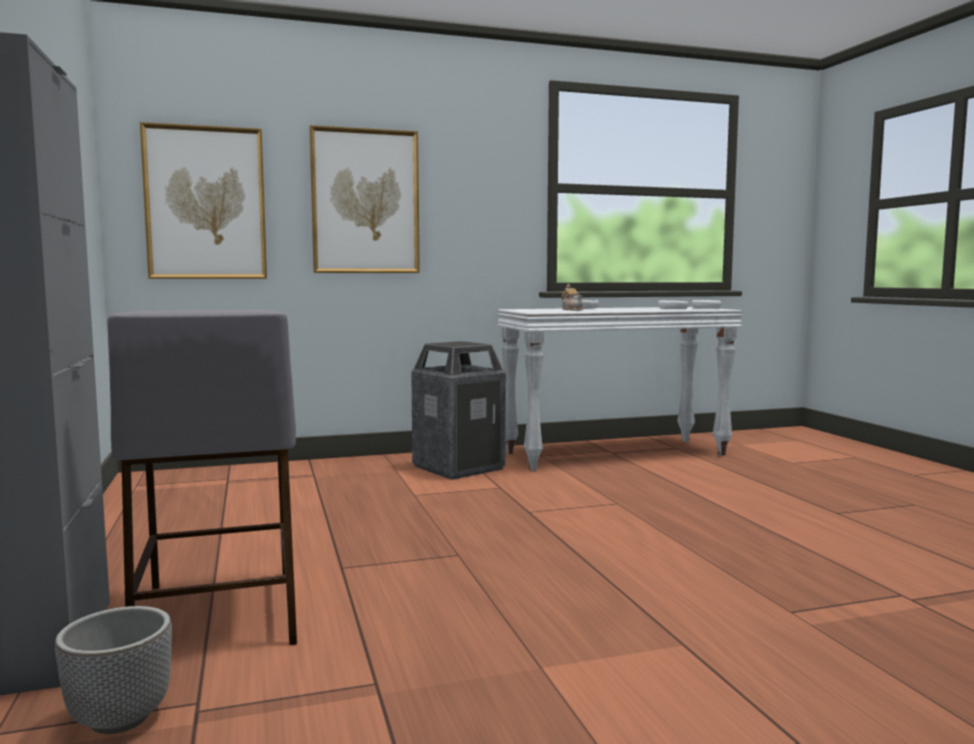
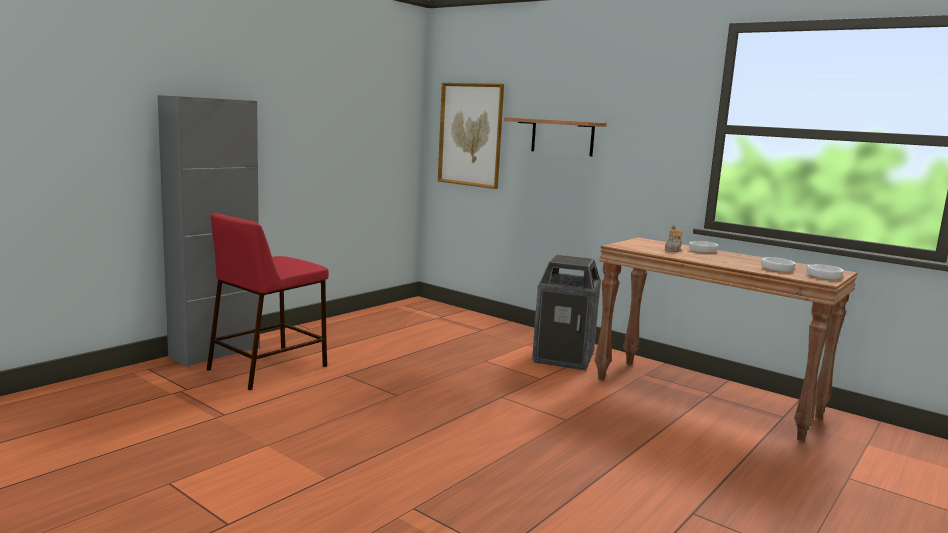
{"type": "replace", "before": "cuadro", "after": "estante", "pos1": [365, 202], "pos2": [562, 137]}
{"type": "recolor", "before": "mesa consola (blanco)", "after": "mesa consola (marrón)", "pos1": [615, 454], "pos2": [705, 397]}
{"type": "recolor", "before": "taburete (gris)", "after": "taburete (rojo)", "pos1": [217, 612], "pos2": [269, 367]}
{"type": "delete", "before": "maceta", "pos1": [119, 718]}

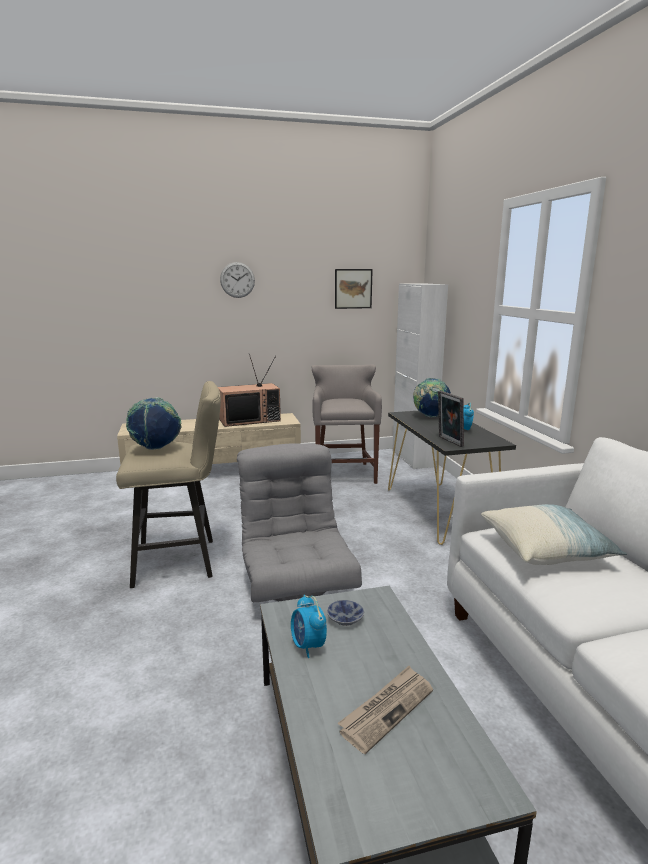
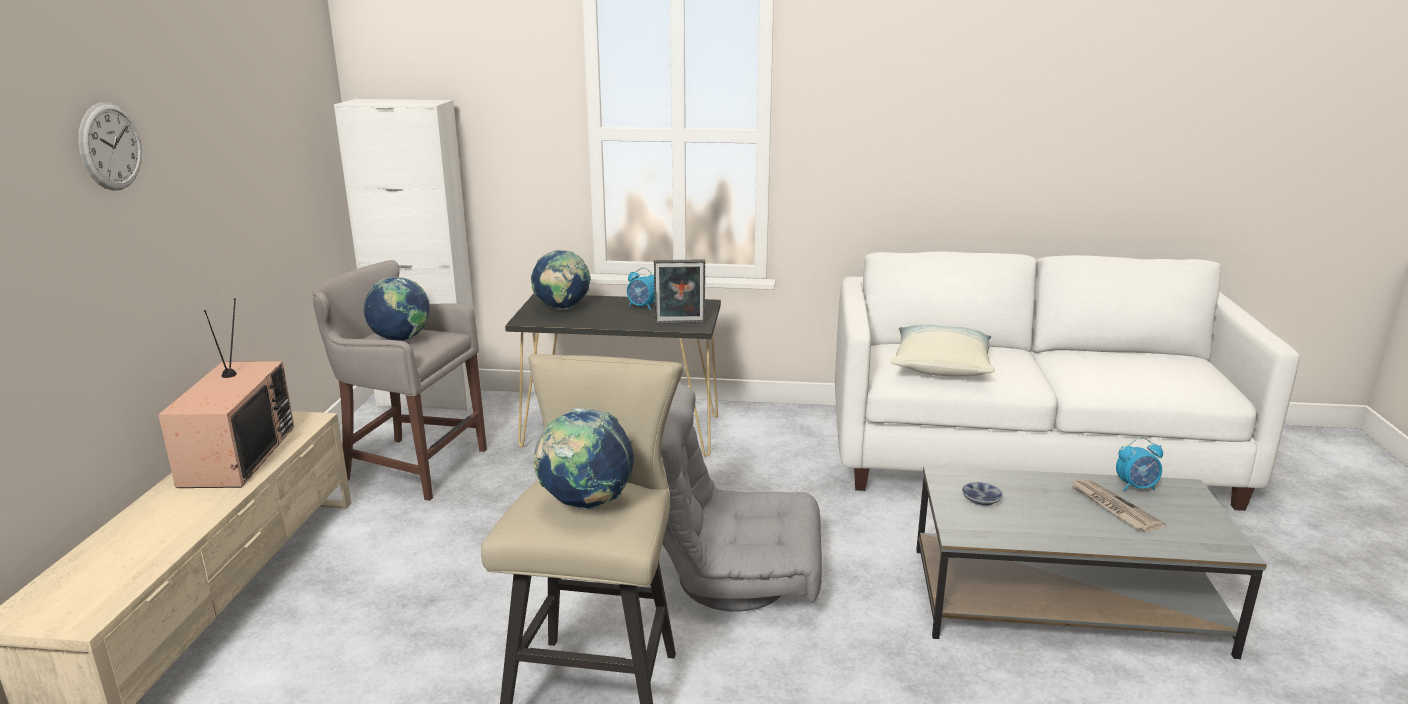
{"type": "delete", "before": "cuadro", "pos1": [353, 288]}
{"type": "move", "before": "despertador", "pos1": [308, 646], "pos2": [1136, 487]}
{"type": "insert", "after": "globo terráqueo", "pos2": [401, 340]}

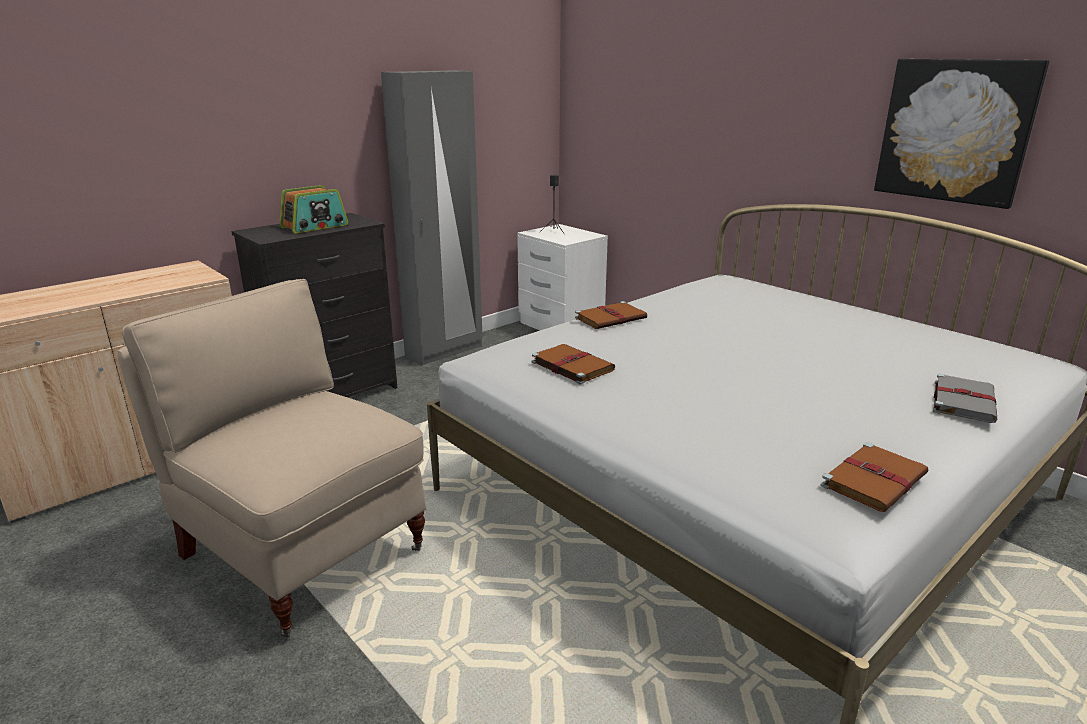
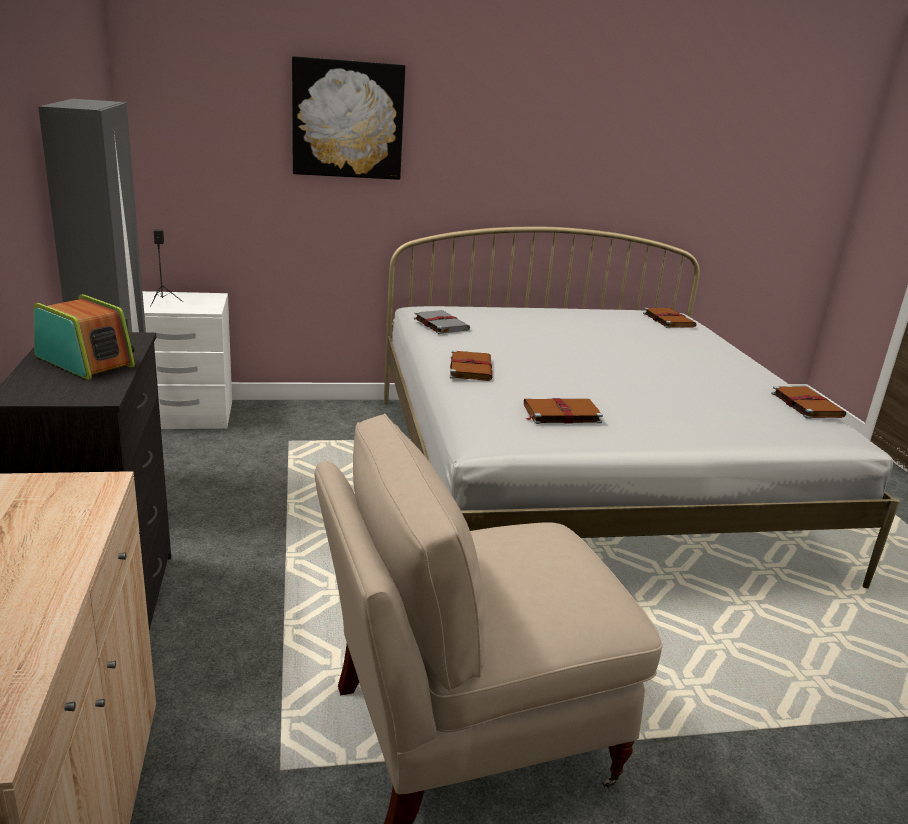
{"type": "move", "before": "cuadro", "pos1": [955, 131], "pos2": [347, 119]}
{"type": "rotate", "before": "radio", "pos1": [315, 226], "pos2": [85, 361], "turn": -45}
{"type": "move", "before": "libro (gris)", "pos1": [963, 401], "pos2": [440, 324]}
{"type": "insert", "after": "libro (marrón)", "pos2": [668, 320]}

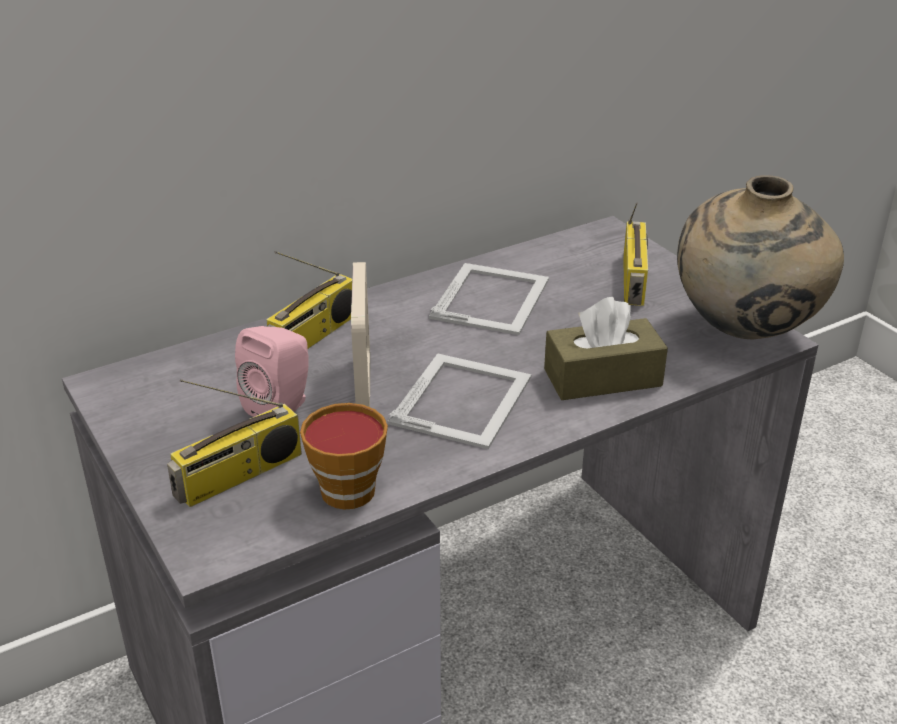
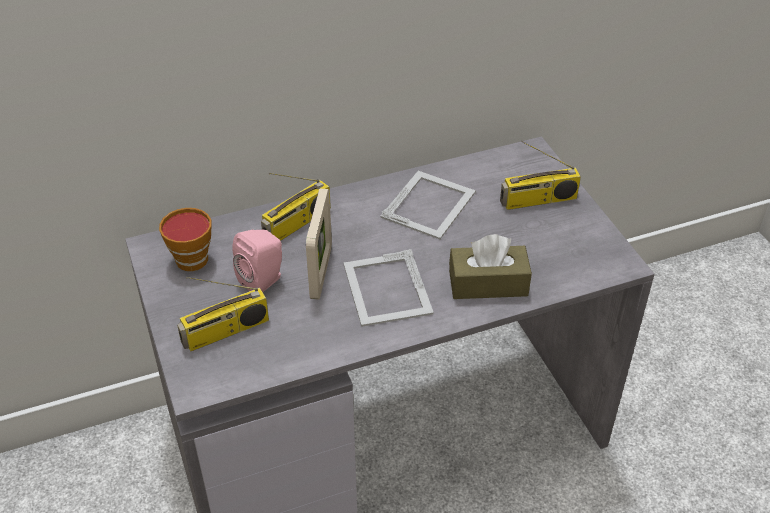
{"type": "delete", "before": "florero (beis)", "pos1": [745, 333]}
{"type": "rotate", "before": "radio", "pos1": [634, 281], "pos2": [538, 201], "turn": 60}
{"type": "rotate", "before": "portarretratos", "pos1": [463, 399], "pos2": [386, 289], "turn": 135}
{"type": "move", "before": "taza", "pos1": [343, 487], "pos2": [190, 257]}

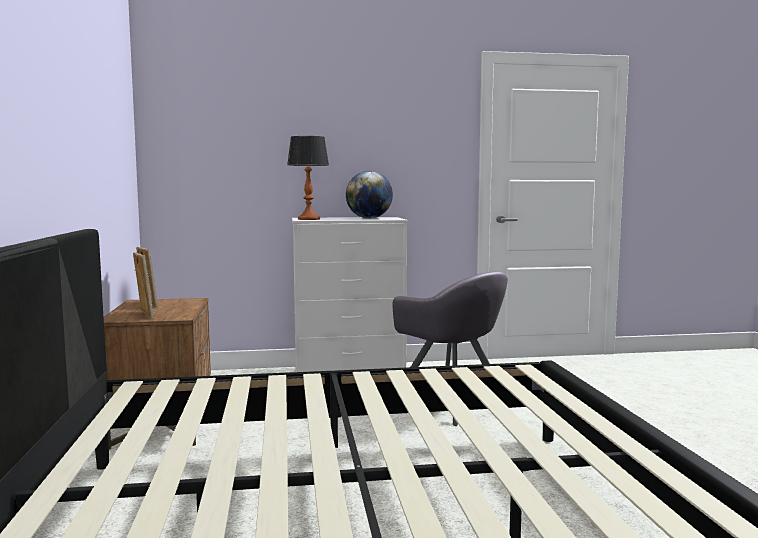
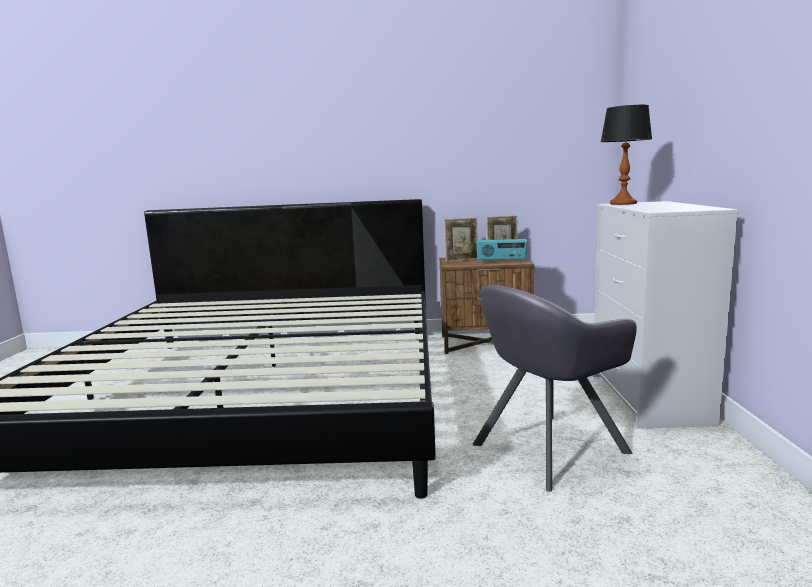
{"type": "delete", "before": "globo terráqueo", "pos1": [369, 218]}
{"type": "insert", "after": "radio", "pos2": [501, 262]}

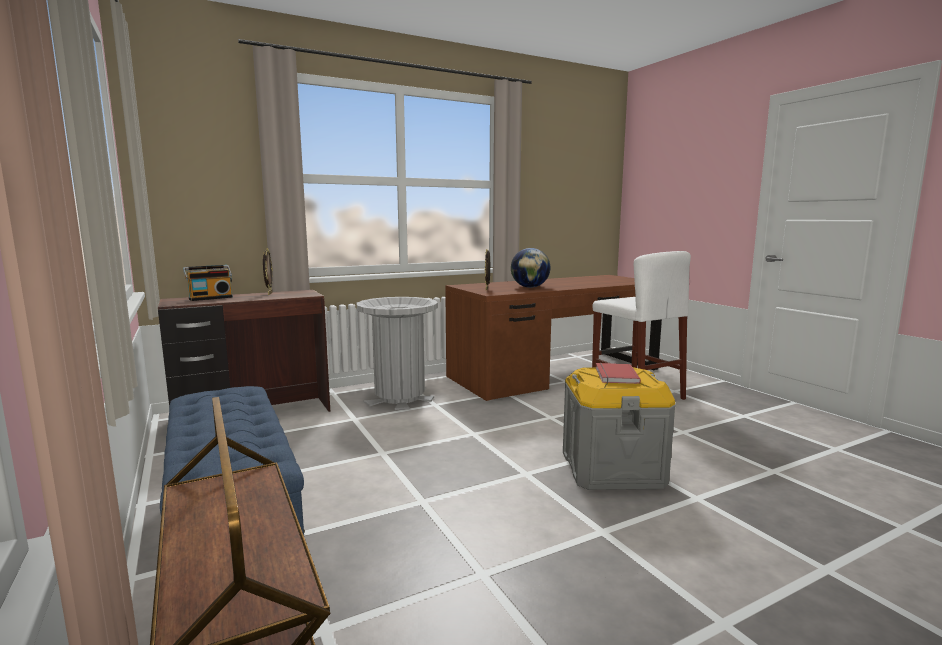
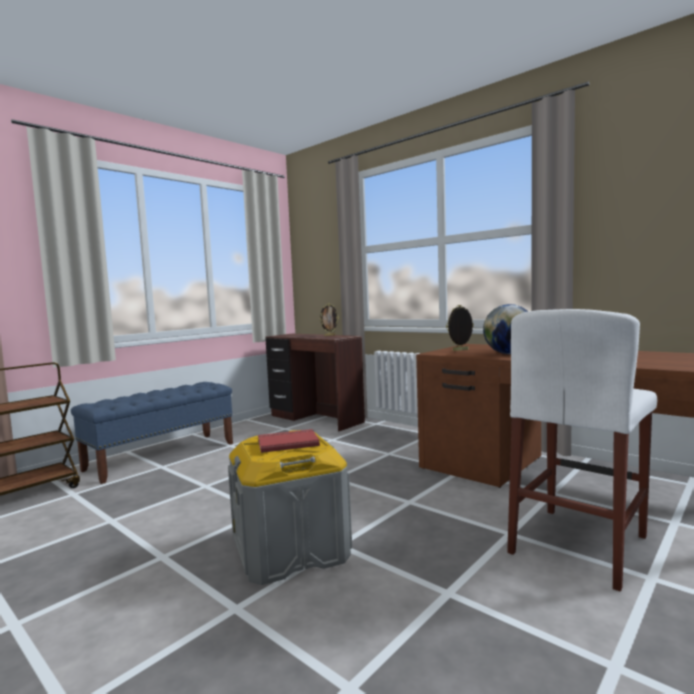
{"type": "delete", "before": "radio", "pos1": [210, 298]}
{"type": "delete", "before": "papelera (gris)", "pos1": [399, 397]}

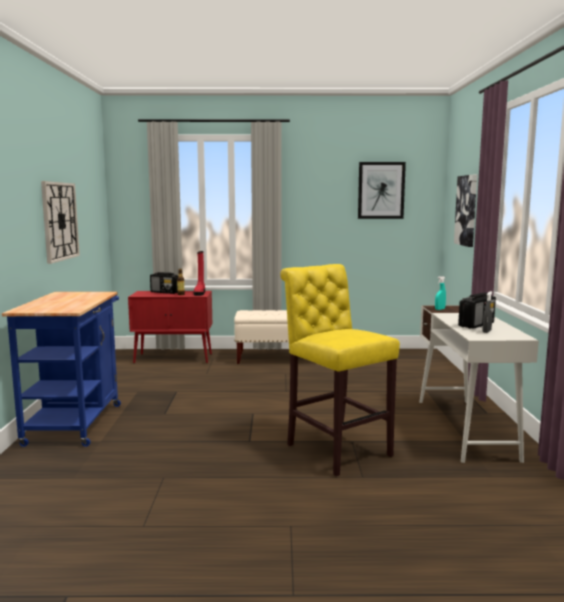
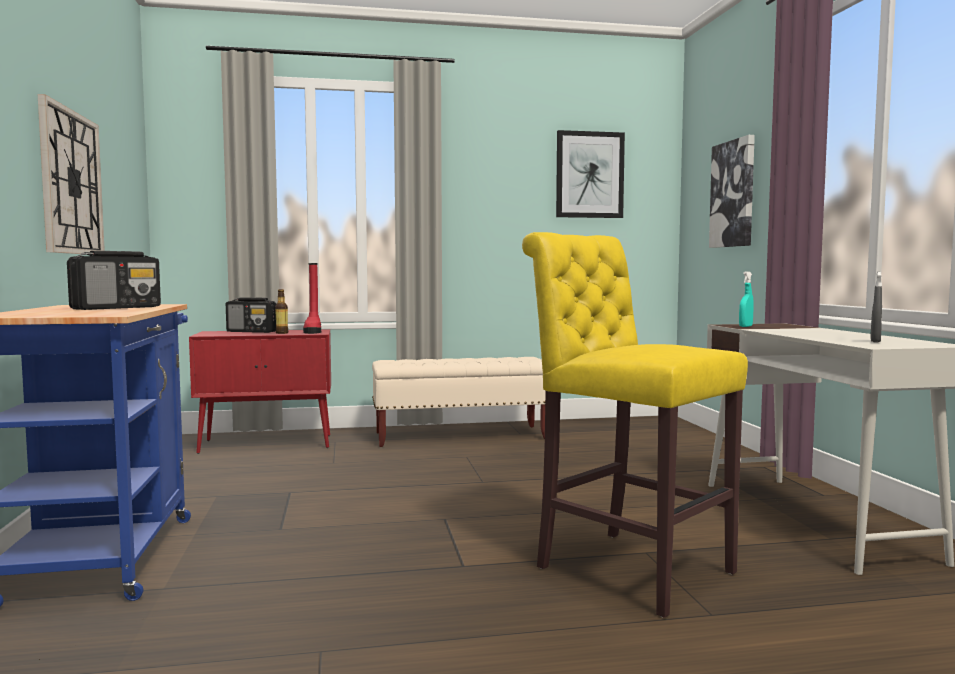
{"type": "move", "before": "radio", "pos1": [476, 324], "pos2": [117, 308]}

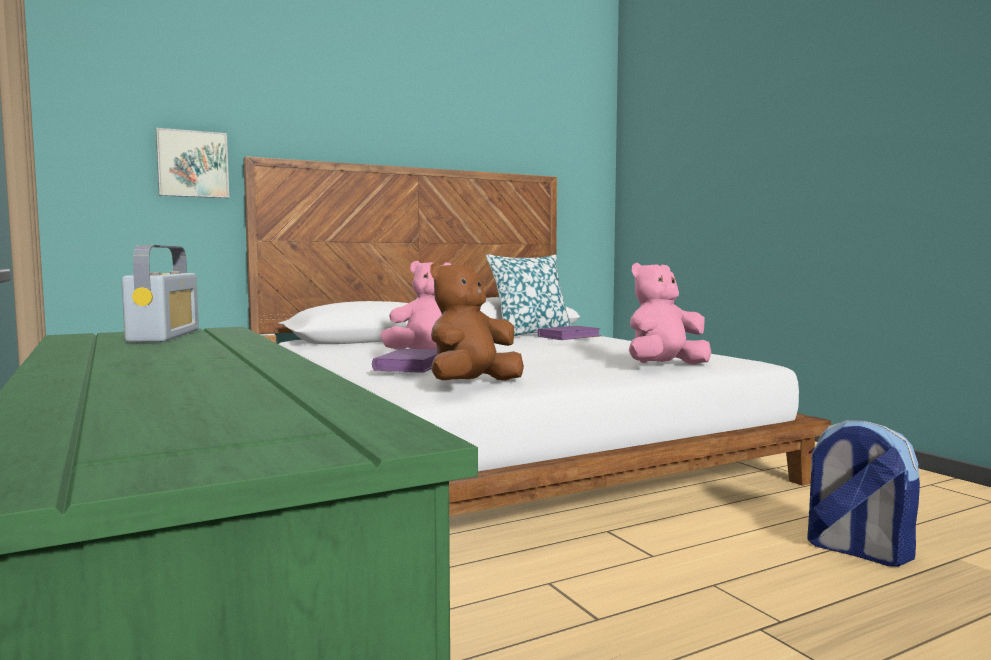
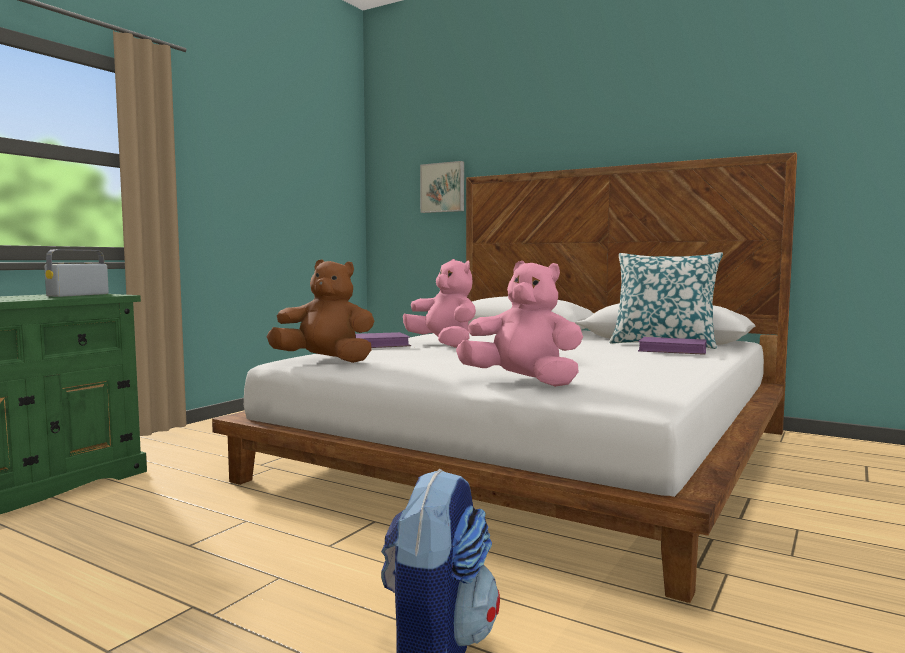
{"type": "rotate", "before": "radio", "pos1": [164, 336], "pos2": [78, 295], "turn": 150}

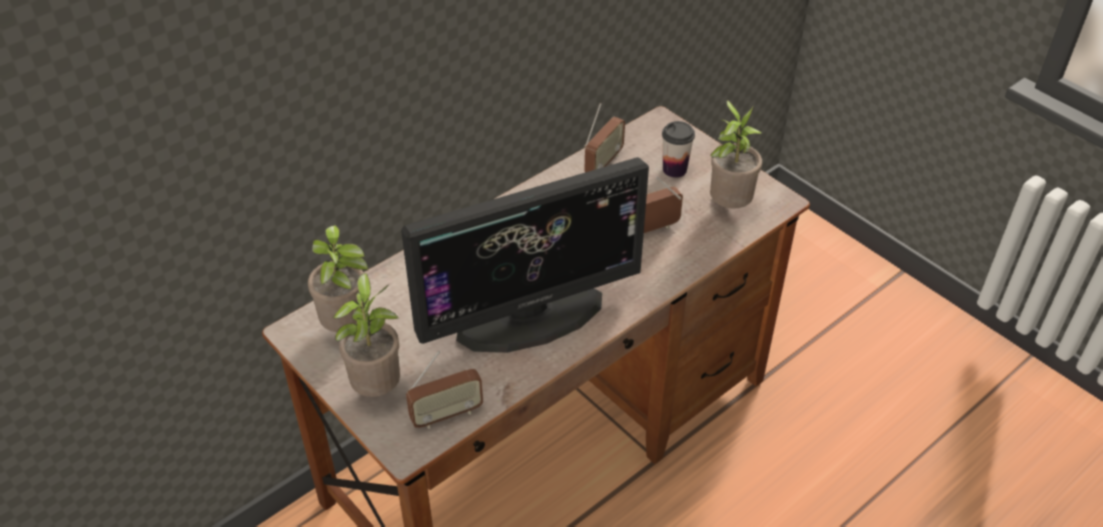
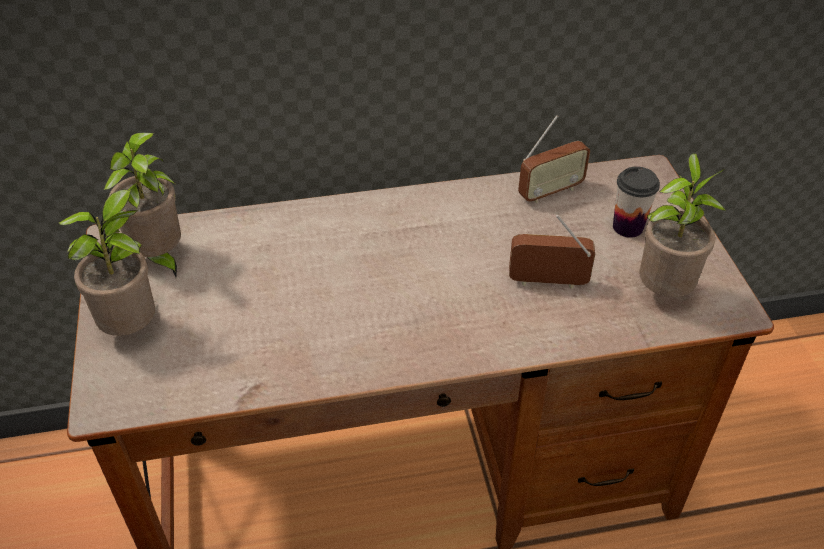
{"type": "delete", "before": "monitor", "pos1": [530, 315]}
{"type": "delete", "before": "radio", "pos1": [446, 415]}

